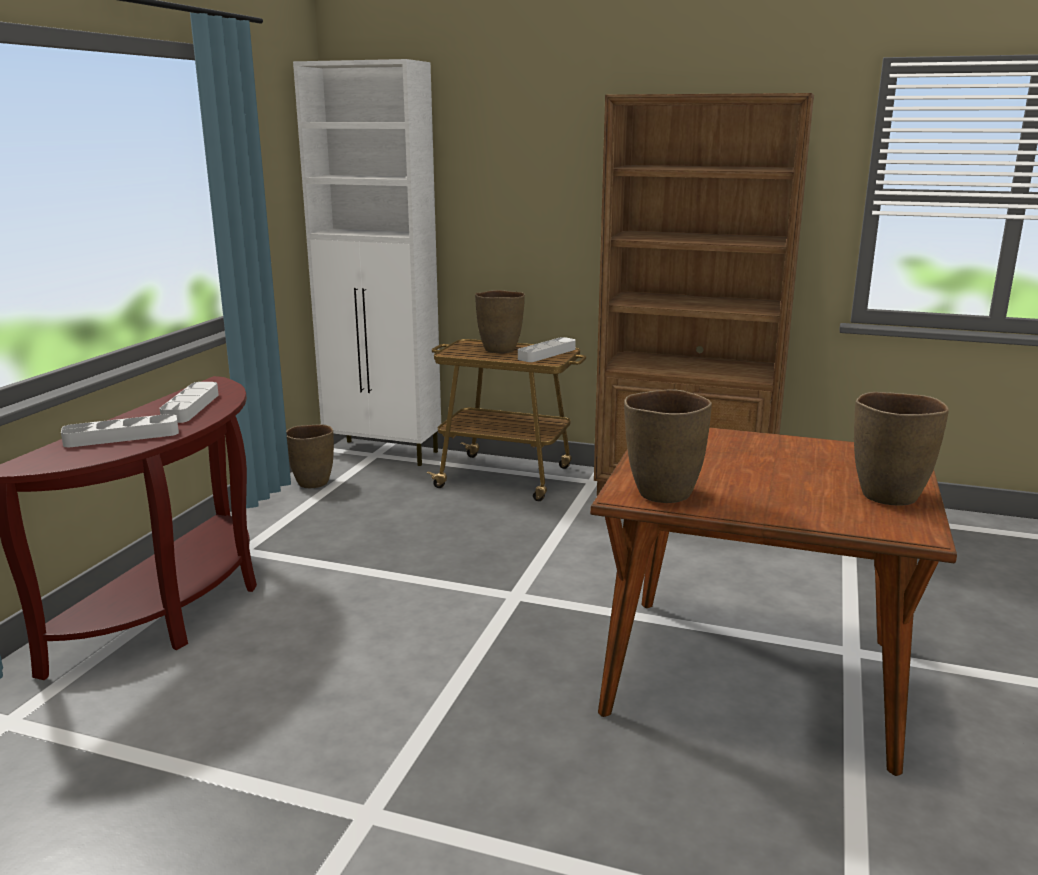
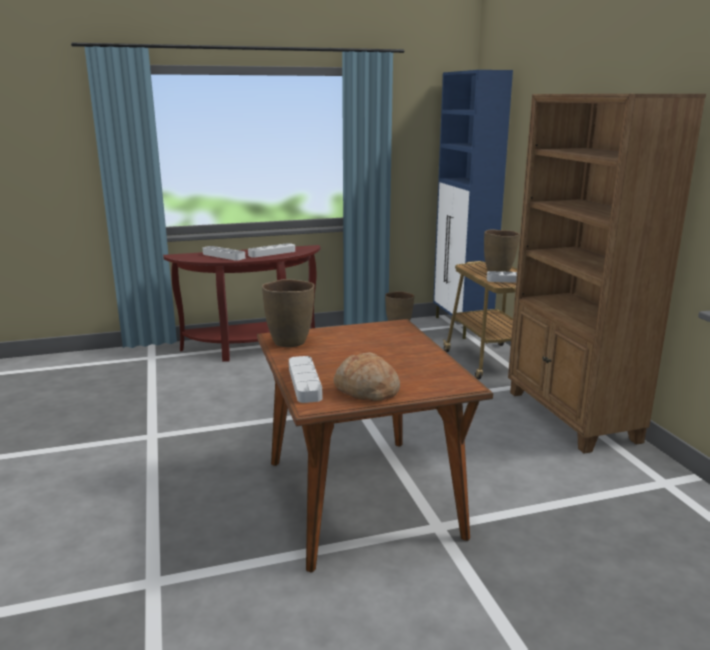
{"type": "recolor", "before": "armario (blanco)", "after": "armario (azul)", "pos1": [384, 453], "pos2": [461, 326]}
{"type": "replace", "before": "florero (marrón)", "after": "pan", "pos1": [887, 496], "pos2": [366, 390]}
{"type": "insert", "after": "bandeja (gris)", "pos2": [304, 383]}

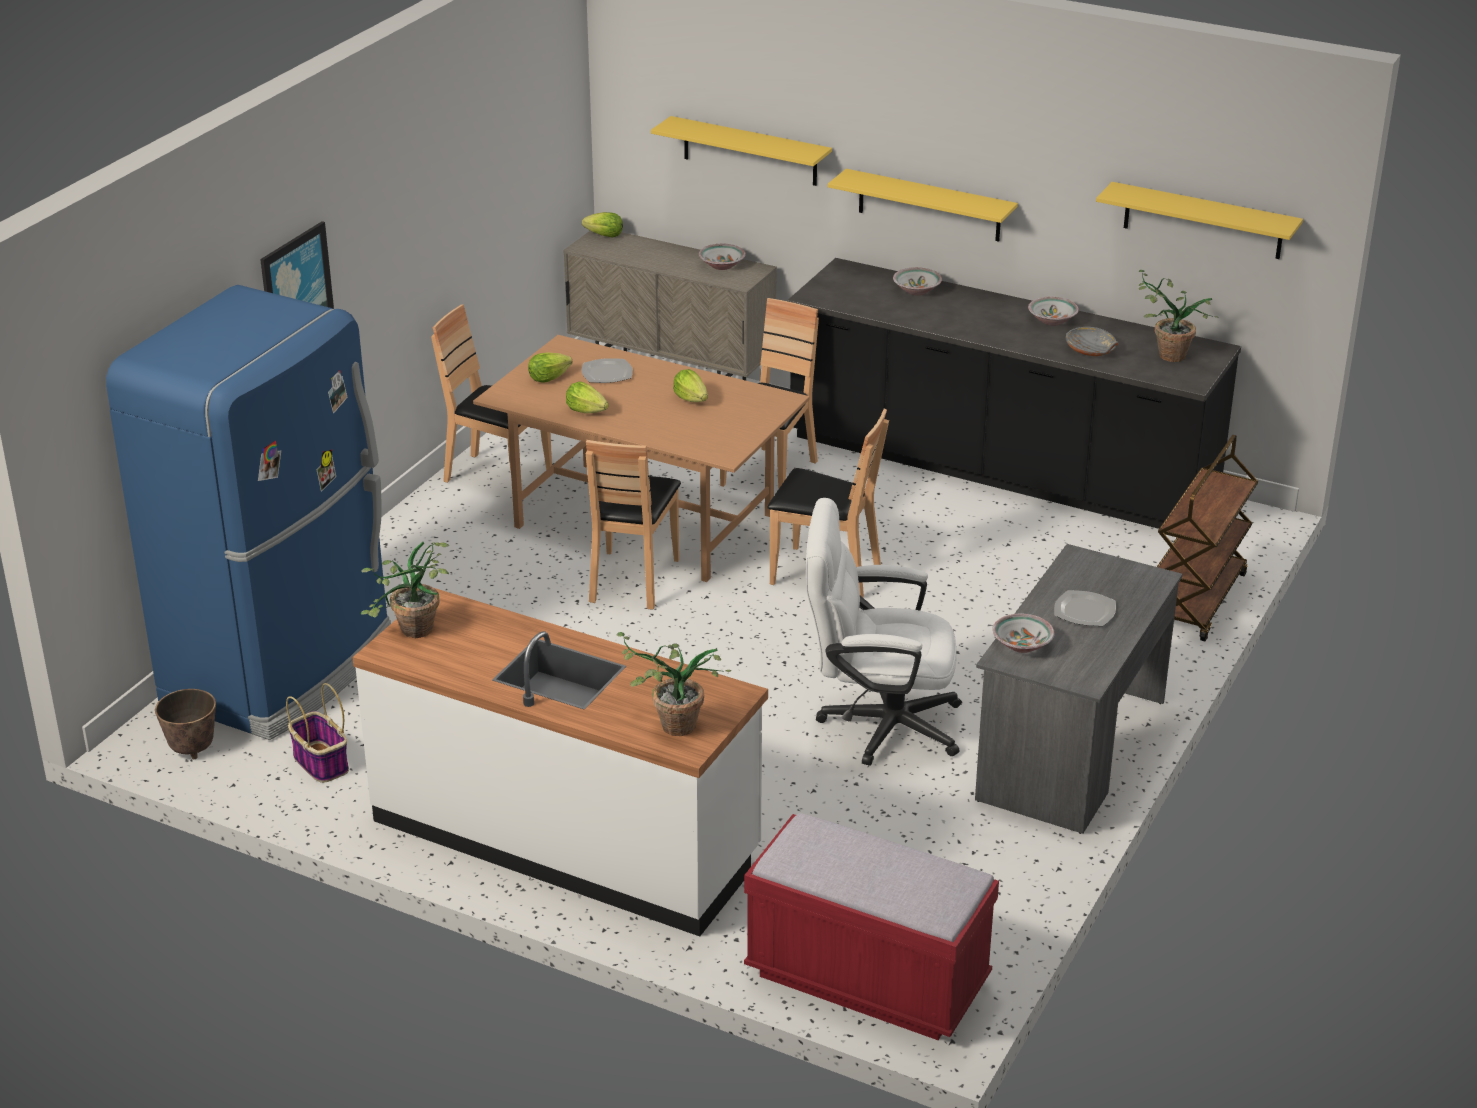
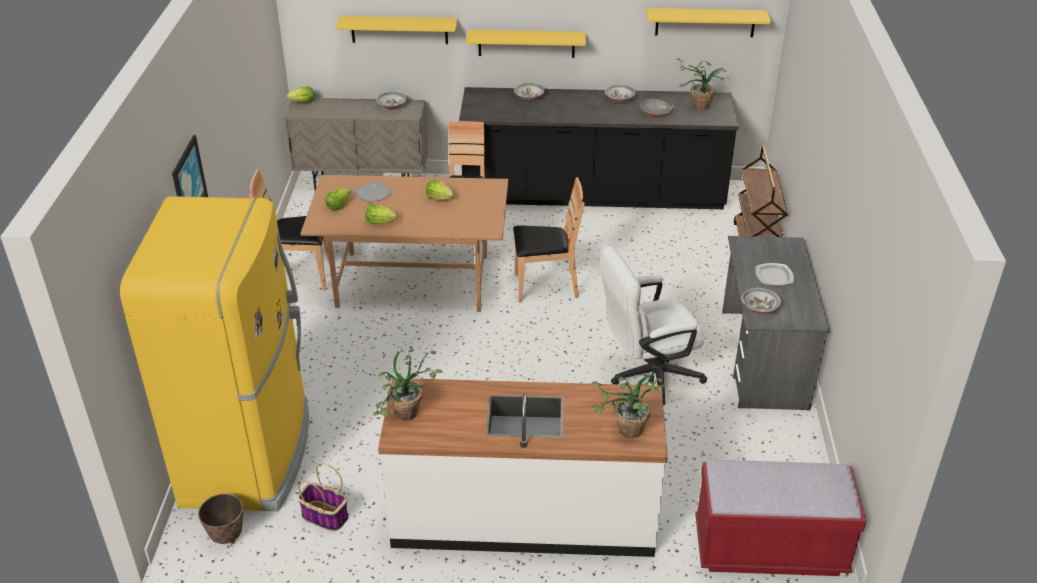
{"type": "recolor", "before": "nevera (azul)", "after": "nevera (amarillo)", "pos1": [282, 669], "pos2": [249, 454]}
{"type": "delete", "before": "silla (marrón)", "pos1": [632, 579]}

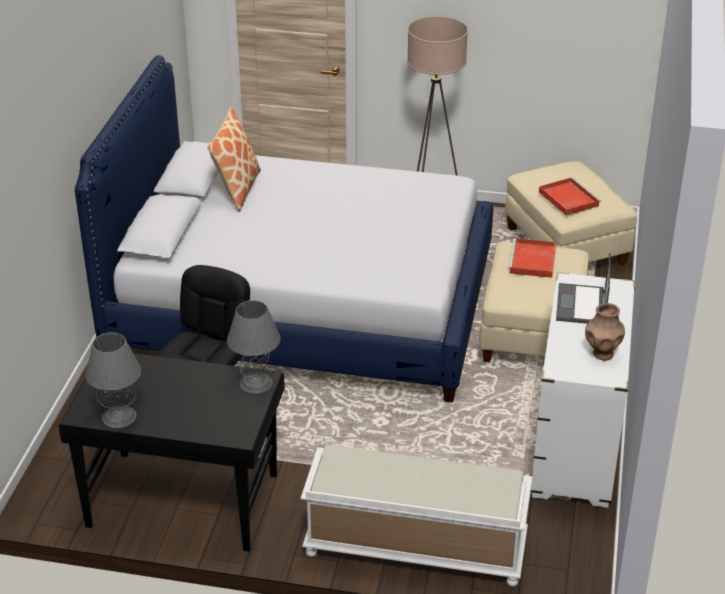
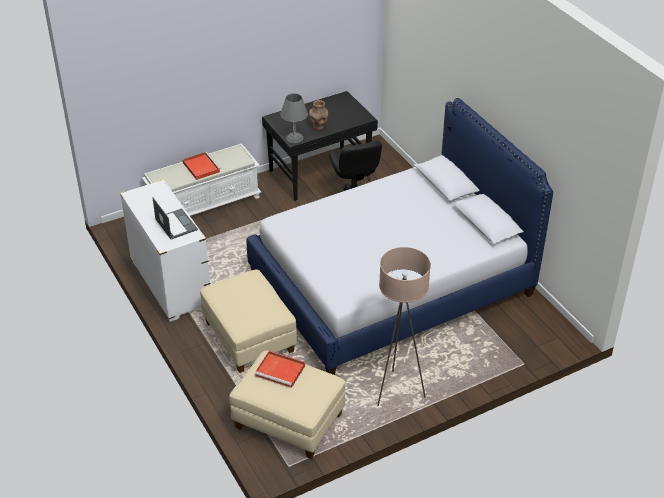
{"type": "delete", "before": "cojín", "pos1": [237, 189]}
{"type": "move", "before": "bandeja (rojo)", "pos1": [533, 261], "pos2": [200, 167]}
{"type": "move", "before": "florero (marrón)", "pos1": [602, 354], "pos2": [318, 126]}
{"type": "delete", "before": "lámpara de mesa (gris)", "pos1": [119, 417]}

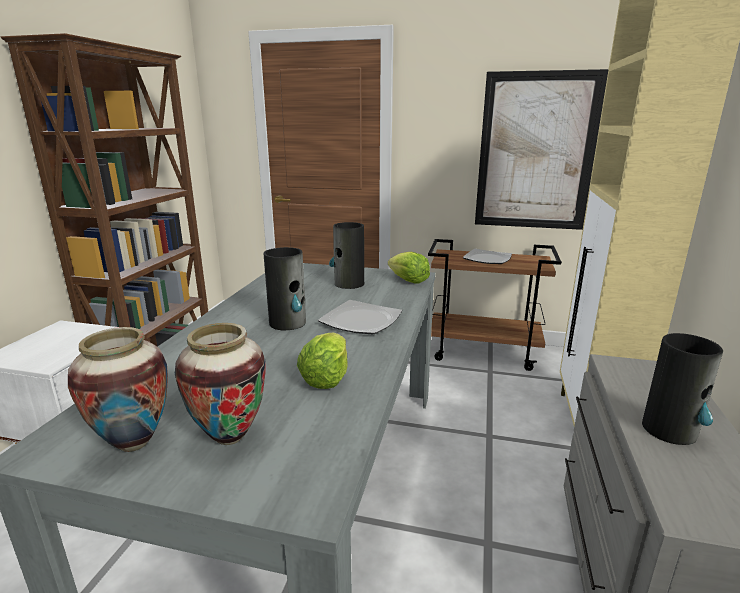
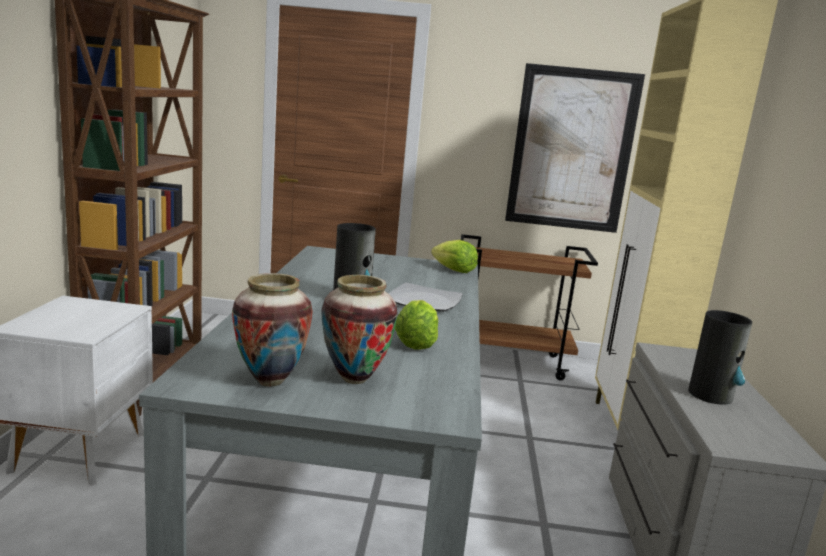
{"type": "delete", "before": "florero", "pos1": [349, 284]}
{"type": "delete", "before": "plato", "pos1": [487, 259]}

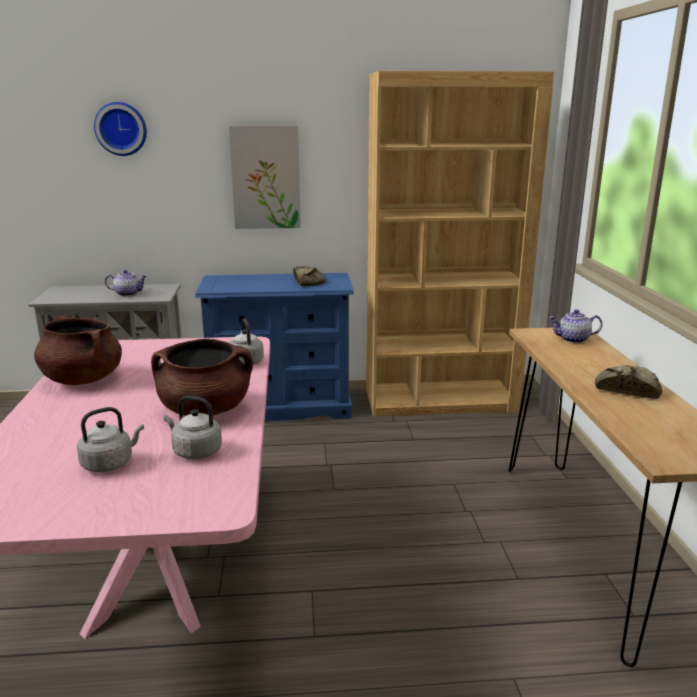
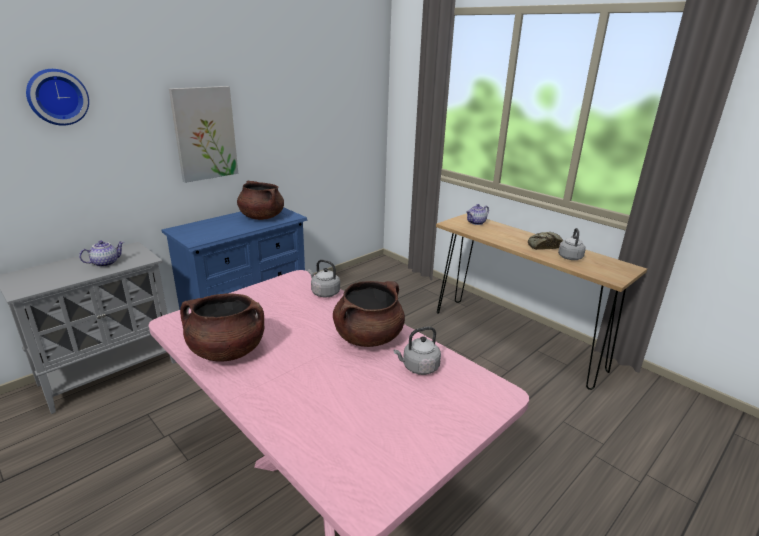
{"type": "delete", "before": "estantería (marrón)", "pos1": [441, 401]}
{"type": "replace", "before": "pan", "after": "olla (marrón)", "pos1": [307, 281], "pos2": [261, 217]}
{"type": "move", "before": "hervidor (gris)", "pos1": [110, 463], "pos2": [570, 257]}

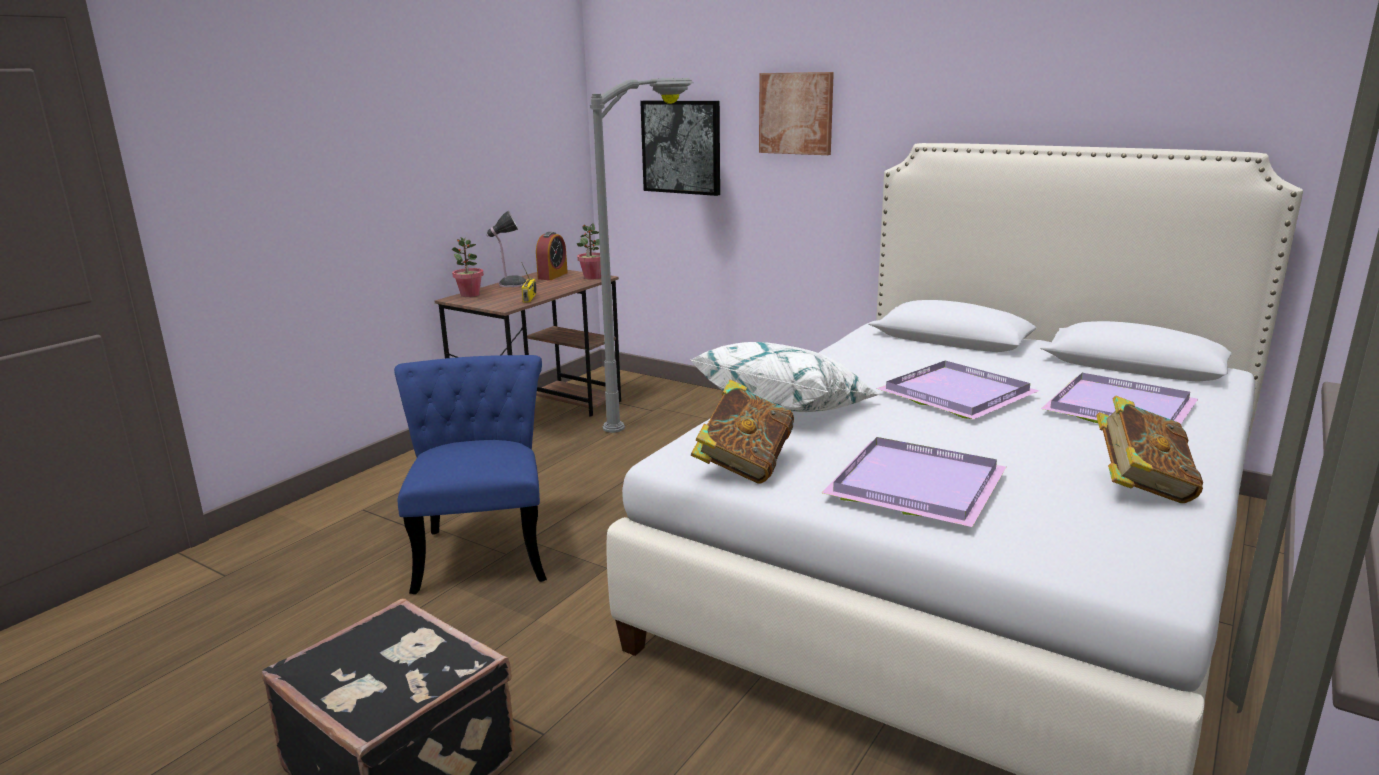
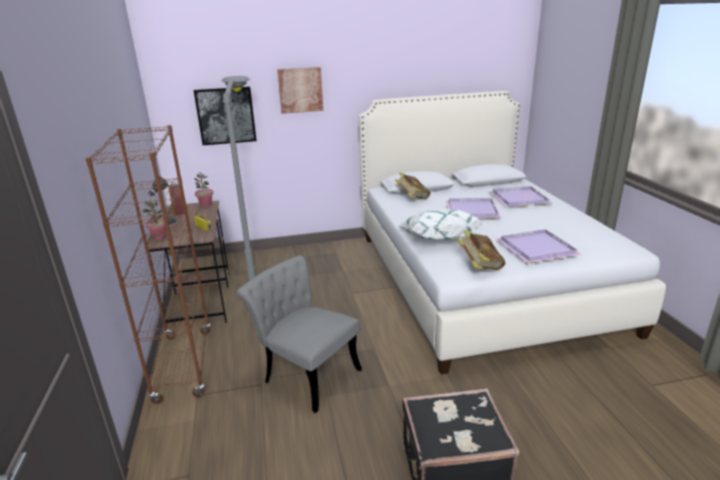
{"type": "recolor", "before": "silla (azul)", "after": "silla (gris)", "pos1": [483, 549], "pos2": [306, 373]}
{"type": "move", "before": "libro", "pos1": [1141, 487], "pos2": [412, 198]}
{"type": "insert", "after": "estantería (marrón)", "pos2": [184, 365]}

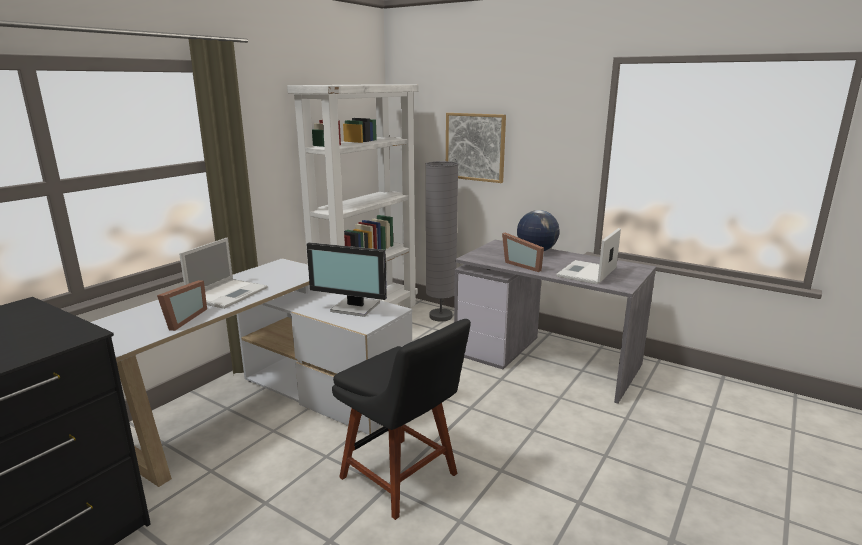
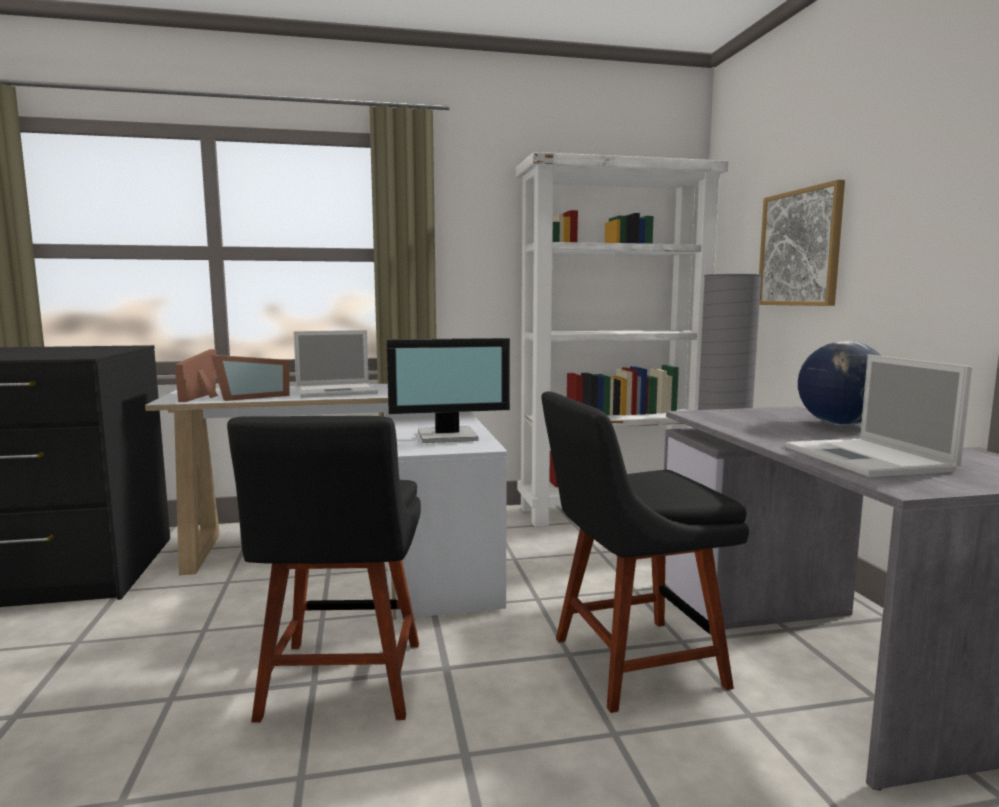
{"type": "rotate", "before": "portátil", "pos1": [586, 273], "pos2": [868, 459], "turn": -90}
{"type": "move", "before": "portarretratos", "pos1": [523, 265], "pos2": [206, 396]}
{"type": "rotate", "before": "monitor", "pos1": [355, 308], "pos2": [448, 436], "turn": -75}
{"type": "insert", "after": "silla (negro)", "pos2": [629, 663]}

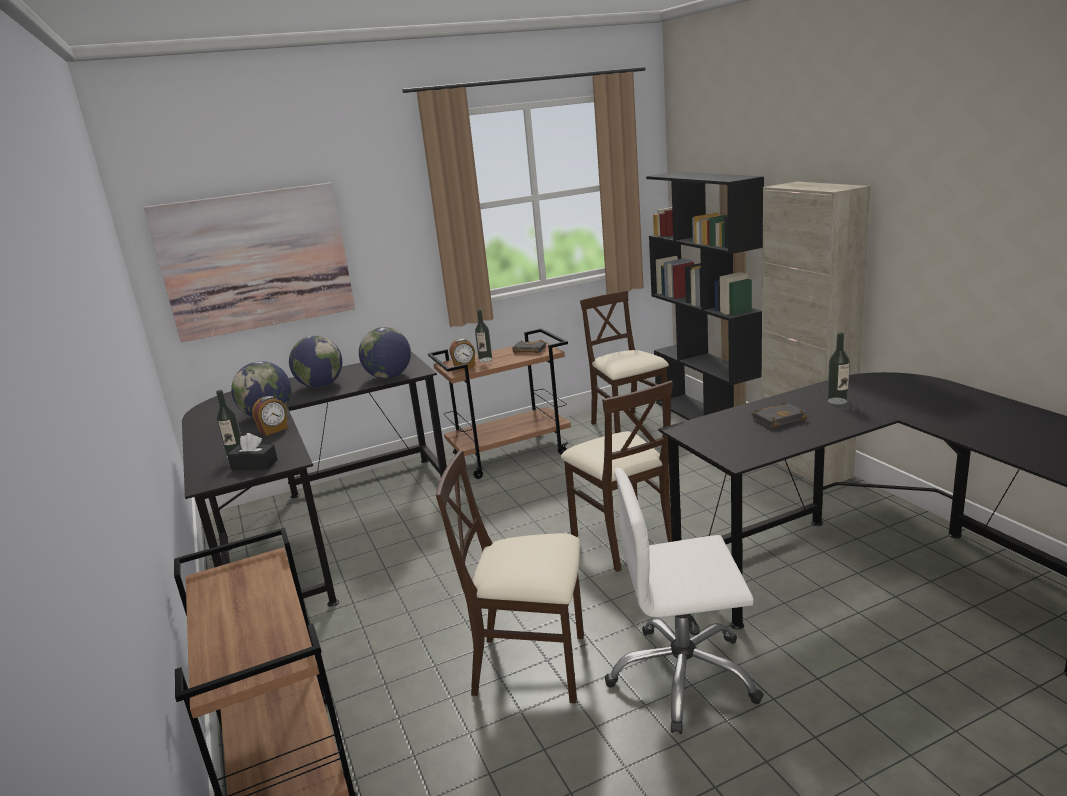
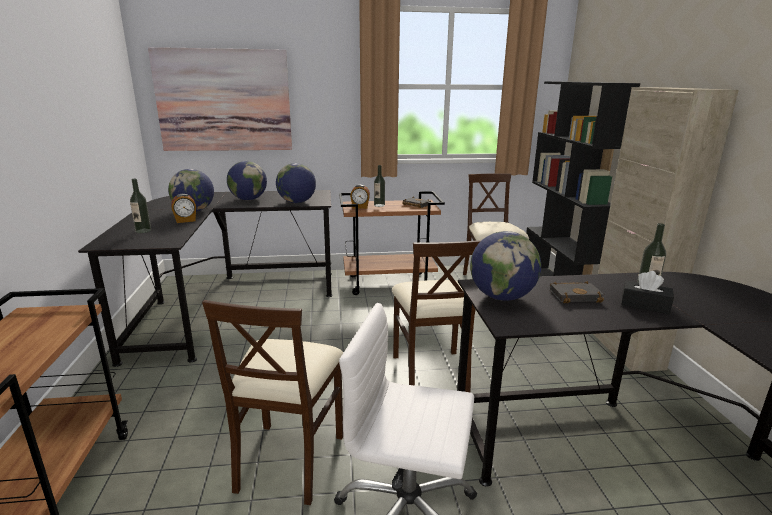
{"type": "move", "before": "caja de pañuelos (negro)", "pos1": [254, 465], "pos2": [645, 305]}
{"type": "rotate", "before": "silla (beis)", "pos1": [532, 665], "pos2": [289, 460], "turn": -105}
{"type": "insert", "after": "globo terráqueo", "pos2": [501, 297]}

